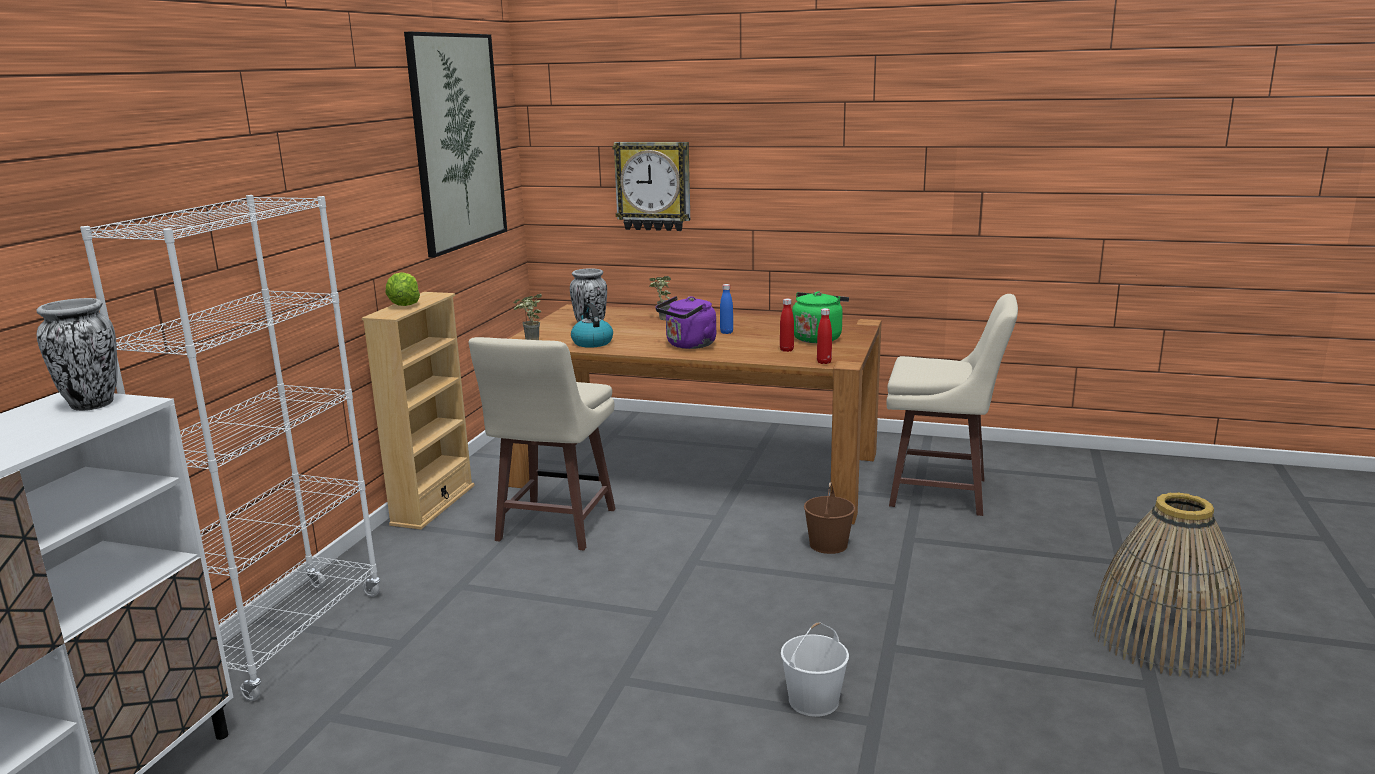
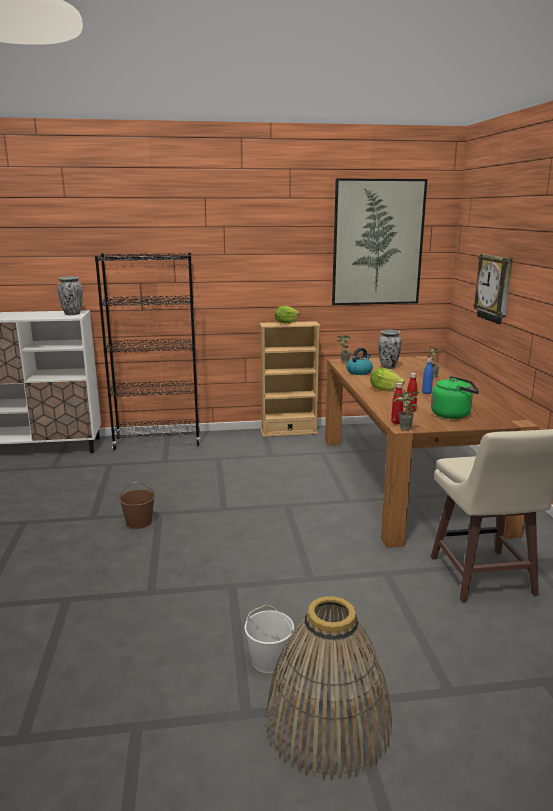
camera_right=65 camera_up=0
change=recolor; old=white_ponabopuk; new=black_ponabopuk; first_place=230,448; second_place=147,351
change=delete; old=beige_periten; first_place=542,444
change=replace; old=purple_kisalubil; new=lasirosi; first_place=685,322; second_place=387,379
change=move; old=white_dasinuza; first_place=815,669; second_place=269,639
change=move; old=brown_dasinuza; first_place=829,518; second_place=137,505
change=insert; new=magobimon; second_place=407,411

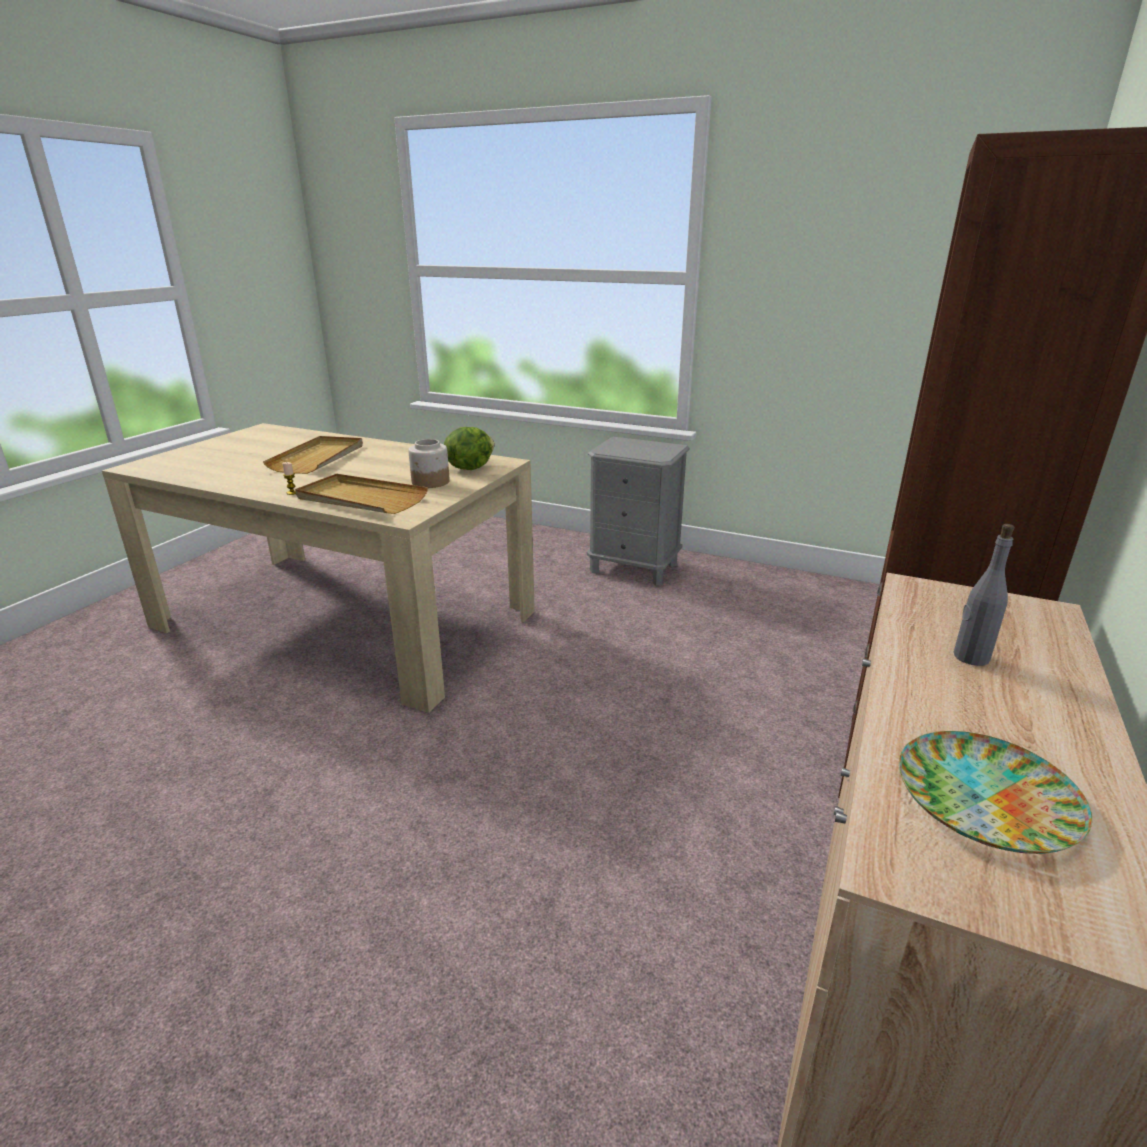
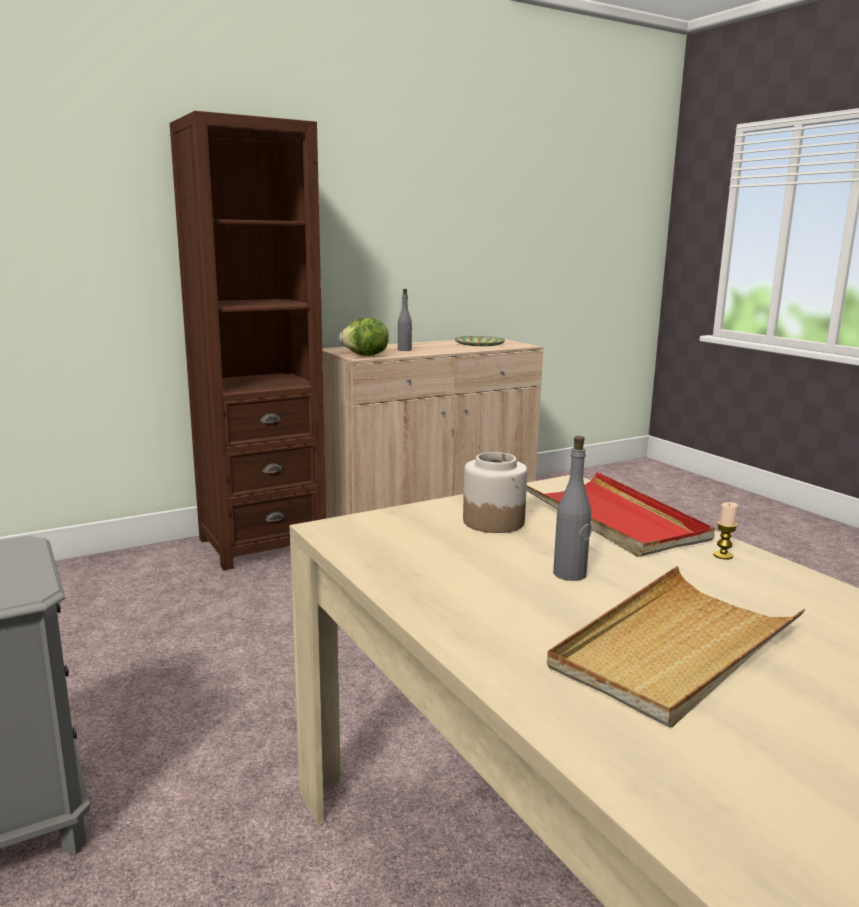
camera_right=-145 camera_up=-10
change=recolor; old=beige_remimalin; new=red_remimalin; first_place=361,494; second_place=621,514
change=move; old=lasirosi; first_place=469,448; second_place=364,336
change=insert; new=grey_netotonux; second_place=572,508

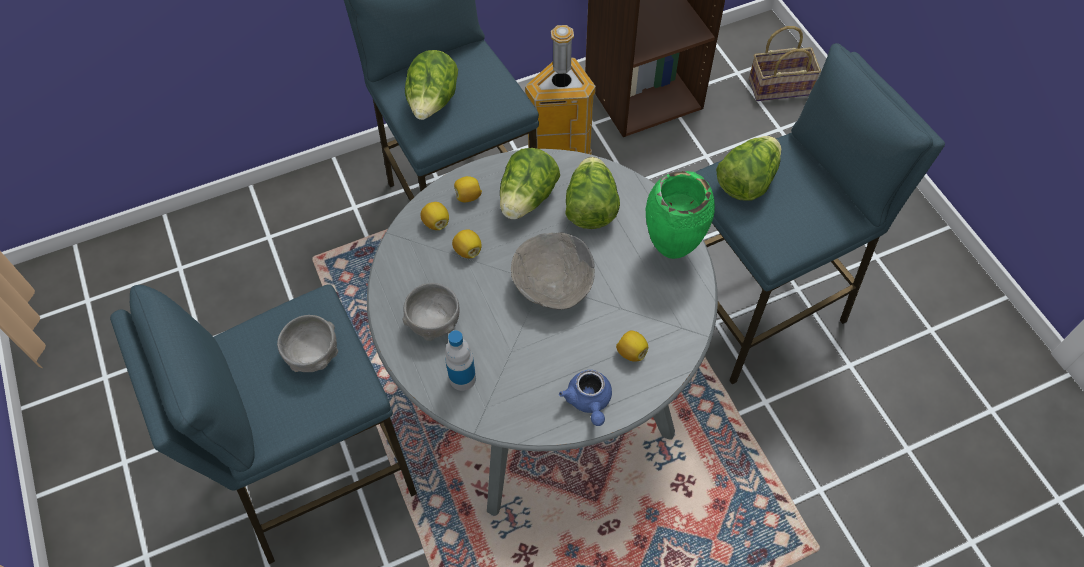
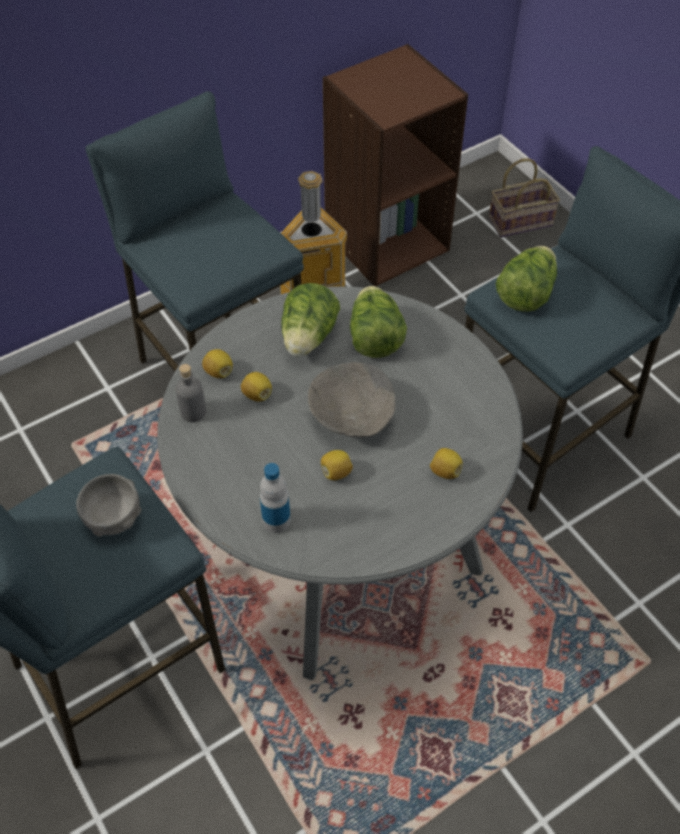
camera_right=-10 camera_up=-5
change=delete; old=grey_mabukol; first_place=431,312
change=delete; old=lasirosi; first_place=431,85
change=move; old=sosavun; first_place=468,189; second_place=337,465
change=delete; old=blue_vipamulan; first_place=585,398
change=delete; old=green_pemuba; first_place=680,215
change=insert; new=grey_netotonux; second_place=190,393

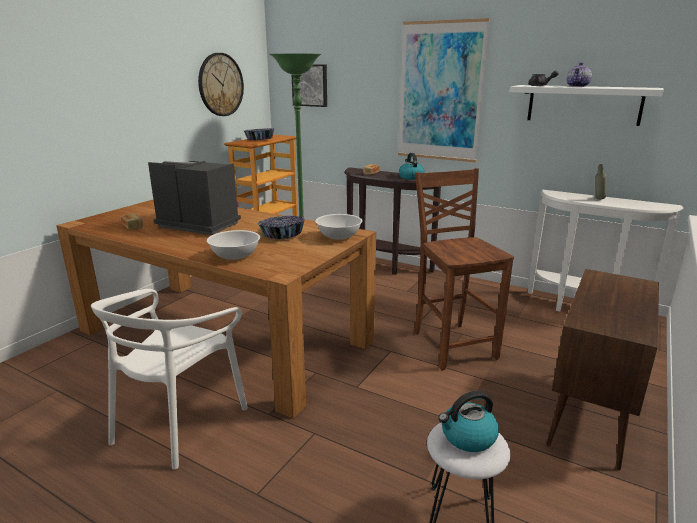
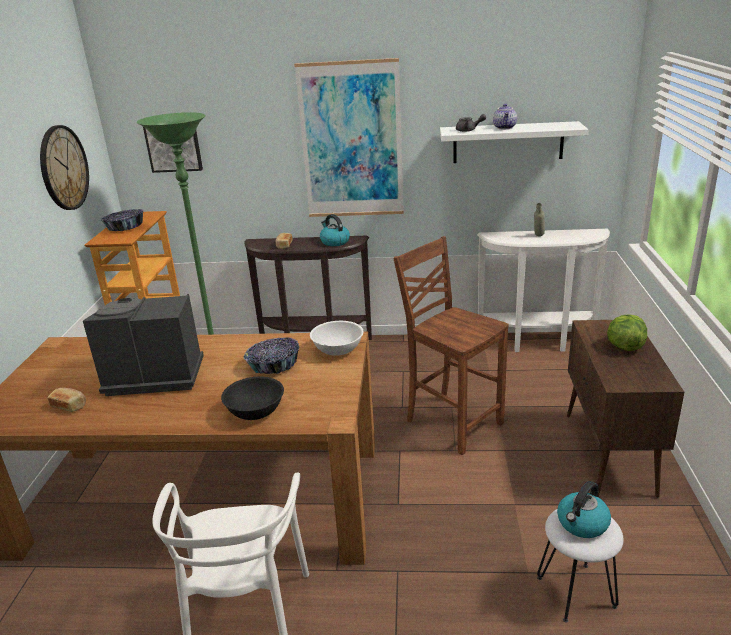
camera_right=-25 camera_up=5
change=recolor; old=white_mabukol; new=black_mabukol; first_place=233,245; second_place=252,398
change=insert; new=lasirosi; second_place=627,332

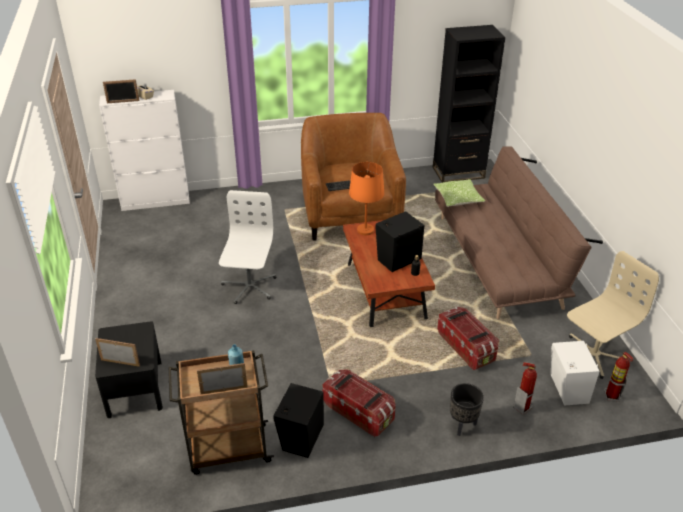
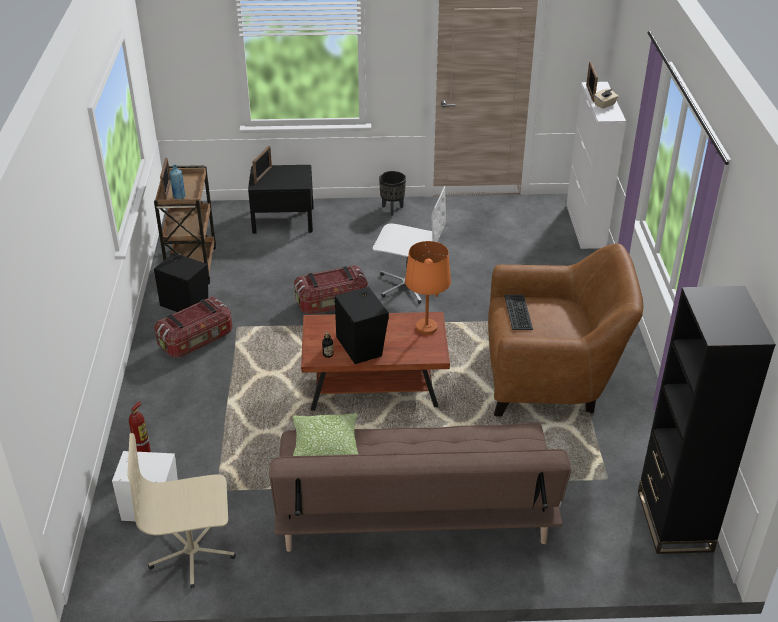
camera_right=100 camera_up=0
change=move; old=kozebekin; first_place=459,193; second_place=325,434
change=move; old=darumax; first_place=468,338; second_place=330,290
change=move; old=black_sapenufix; first_place=467,409; second_place=392,193
change=rotate; old=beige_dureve; first_place=613,315; second_place=181,510; degrees=105
change=delete; old=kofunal; first_place=619,376

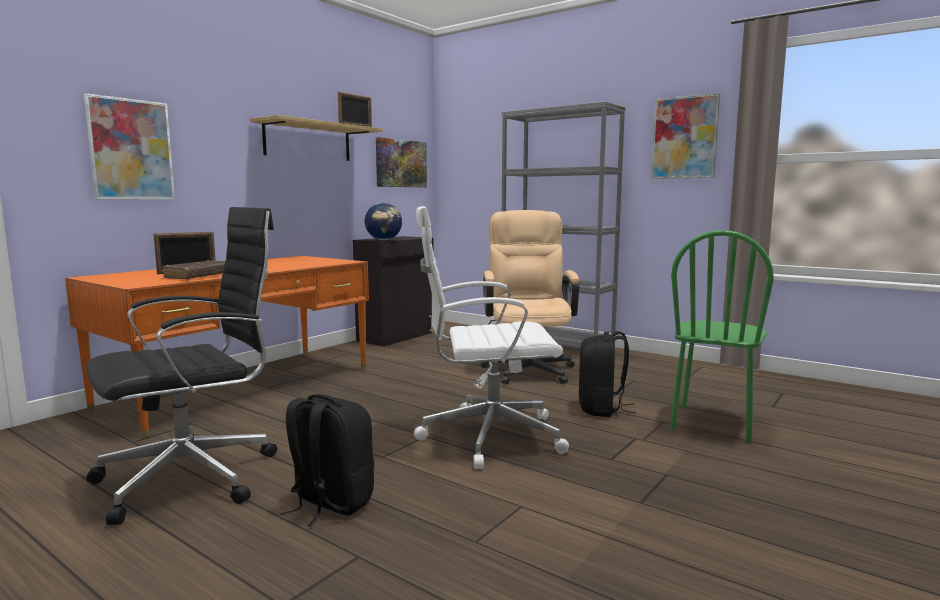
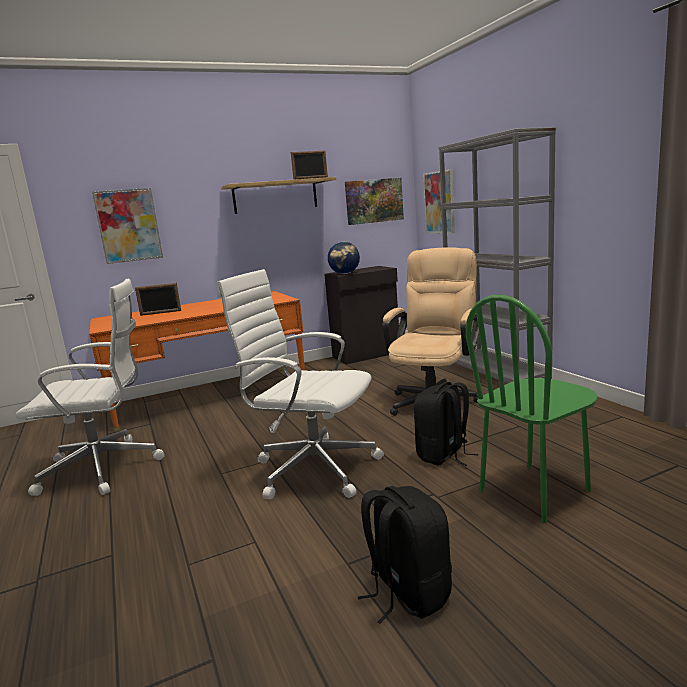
camera_right=30 camera_up=5
change=recolor; old=black_dureve; new=white_dureve; first_place=181,366; second_place=90,387
change=delete; old=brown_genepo; first_place=193,269
change=move; old=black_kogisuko; first_place=327,460; second_place=405,555
change=move; old=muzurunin; first_place=685,136; second_place=439,201

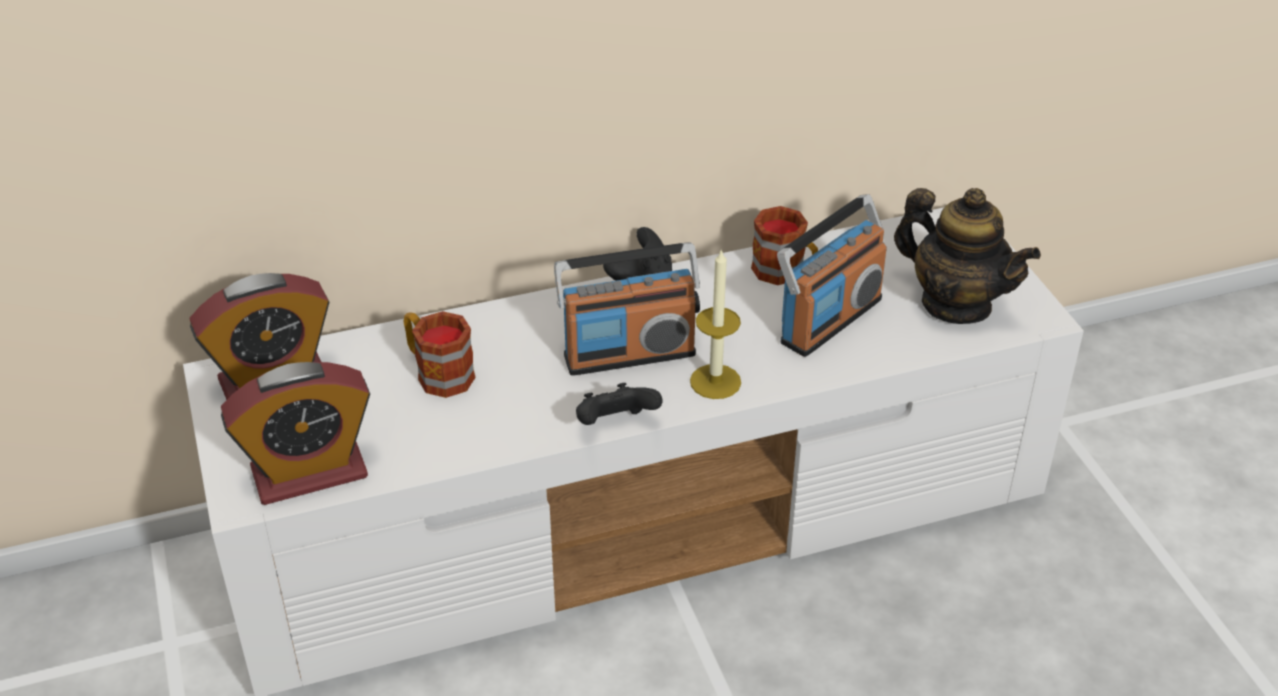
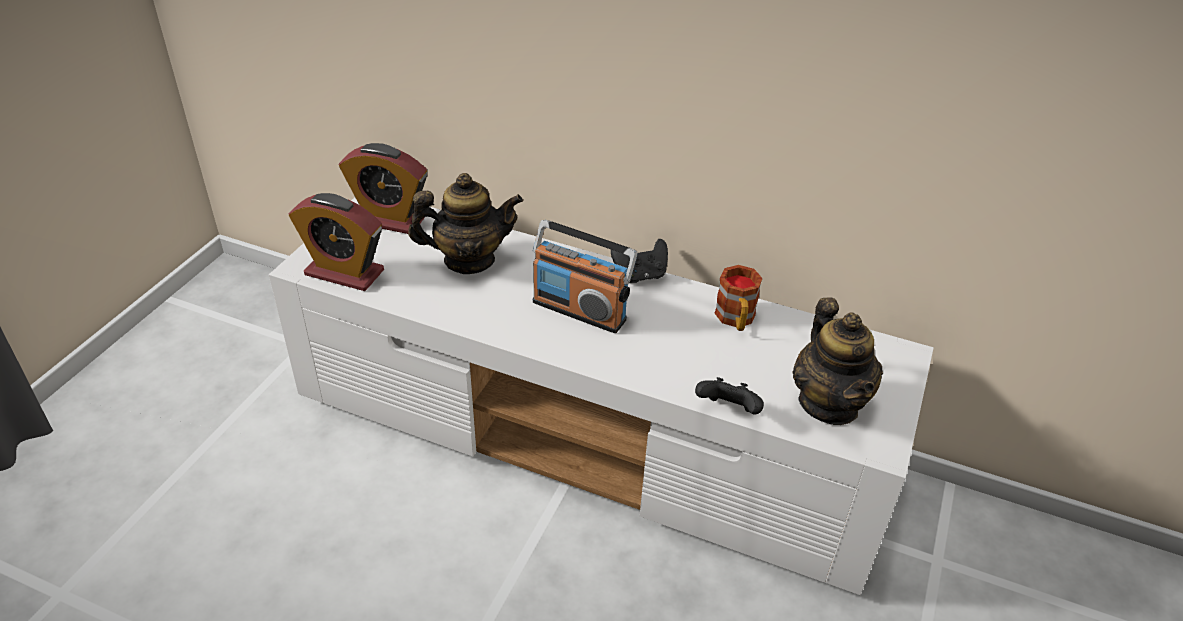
camera_right=40 camera_up=0
change=replace; old=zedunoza; new=vipamulan; first_place=440,354; second_place=465,223
change=move; old=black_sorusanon; first_place=619,404; second_place=729,396
change=delete; old=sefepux; first_place=715,323
change=delete; old=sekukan; first_place=832,275

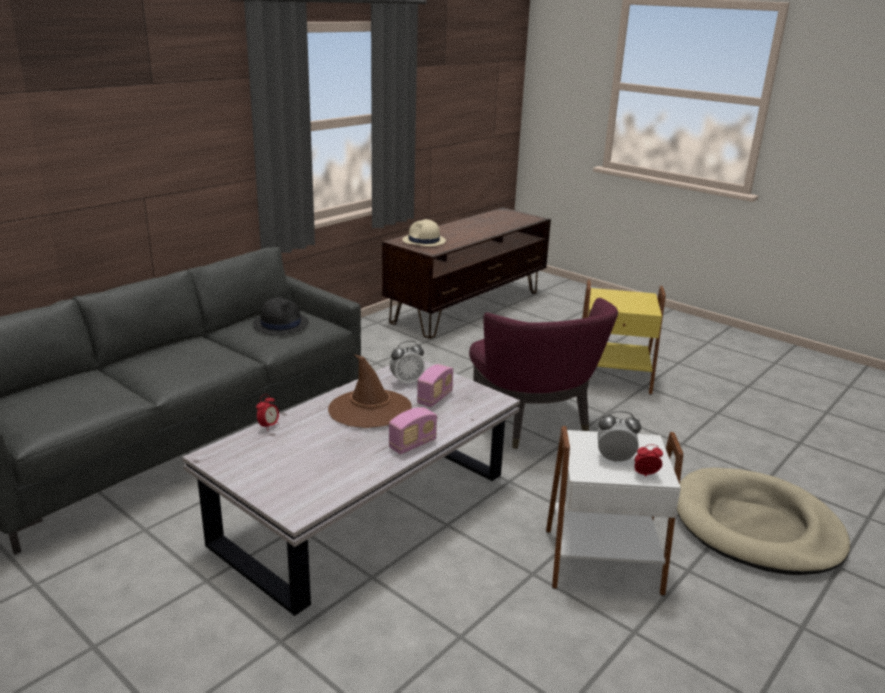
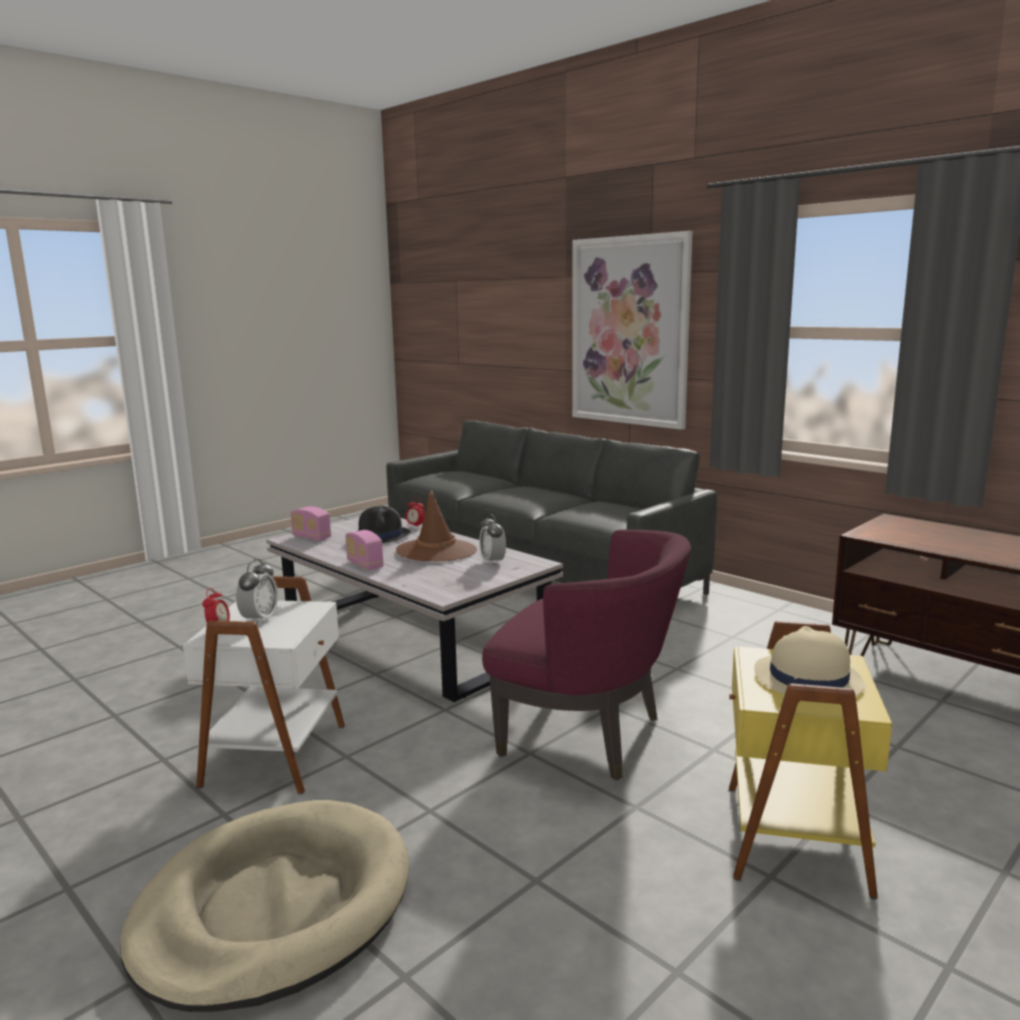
camera_right=95 camera_up=-10
change=move; old=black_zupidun; first_place=281,316; second_place=384,524
change=move; old=beige_zupidun; first_place=424,233; second_place=810,661
change=move; old=sekukan; first_place=435,385; second_place=311,523
change=rotate; old=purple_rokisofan; first_place=543,373; second_place=586,655; degrees=-135
change=insert; new=muzurunin; second_place=632,330

